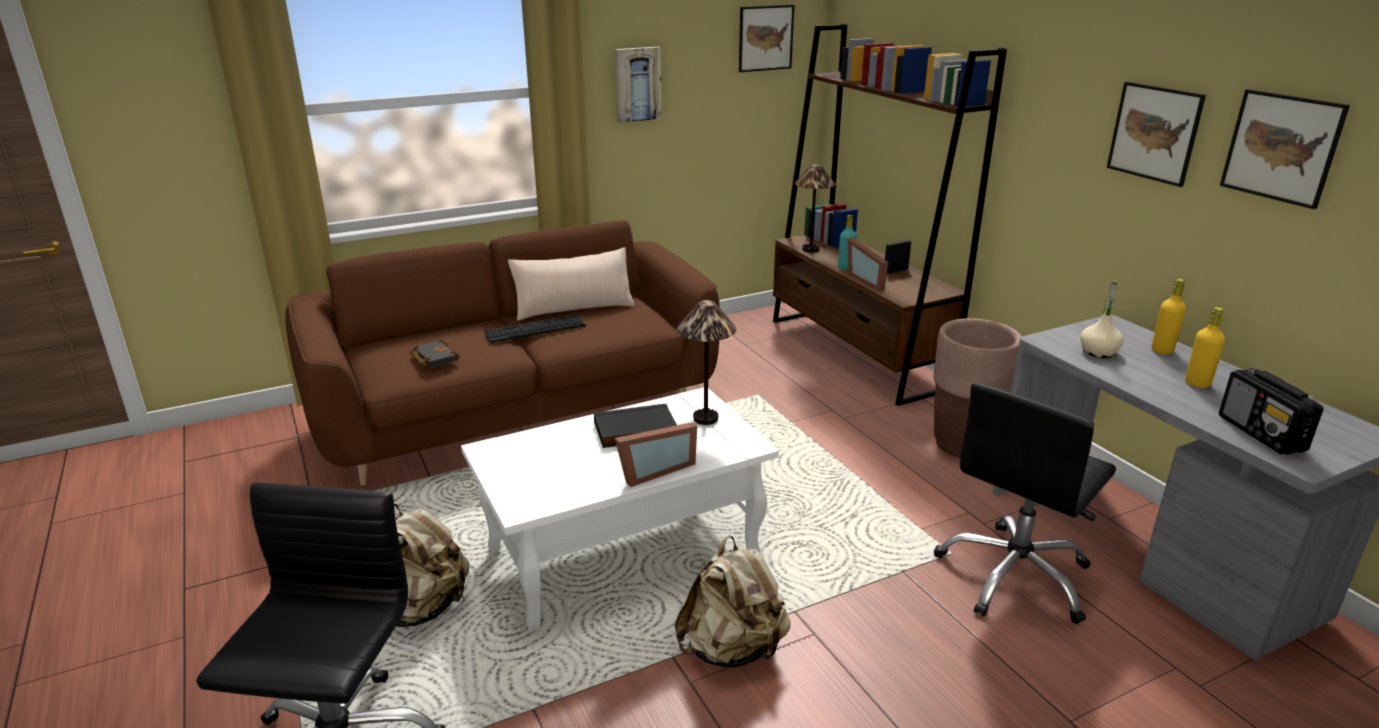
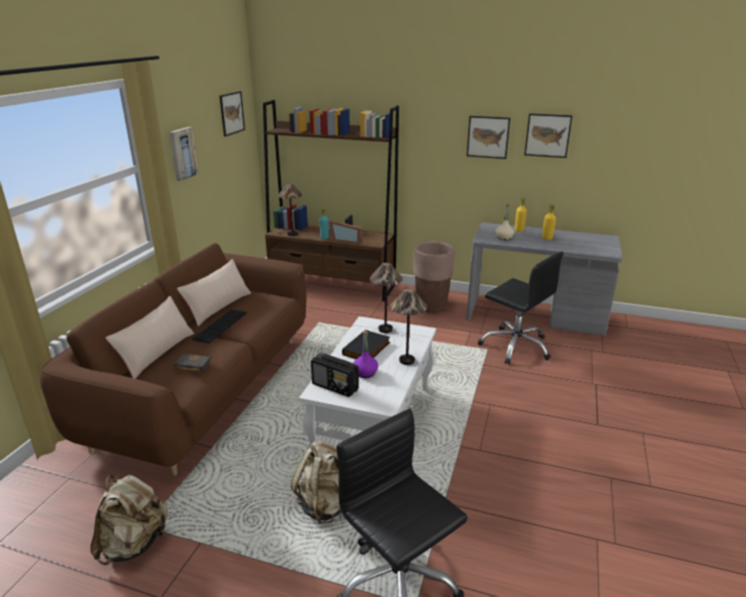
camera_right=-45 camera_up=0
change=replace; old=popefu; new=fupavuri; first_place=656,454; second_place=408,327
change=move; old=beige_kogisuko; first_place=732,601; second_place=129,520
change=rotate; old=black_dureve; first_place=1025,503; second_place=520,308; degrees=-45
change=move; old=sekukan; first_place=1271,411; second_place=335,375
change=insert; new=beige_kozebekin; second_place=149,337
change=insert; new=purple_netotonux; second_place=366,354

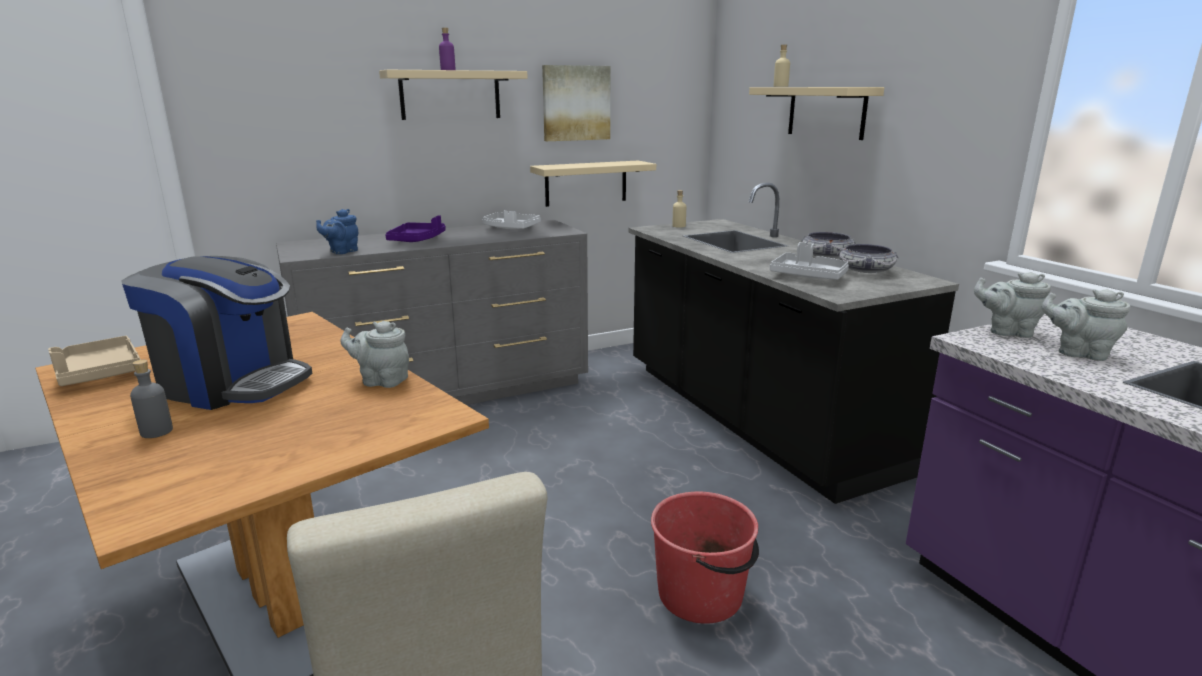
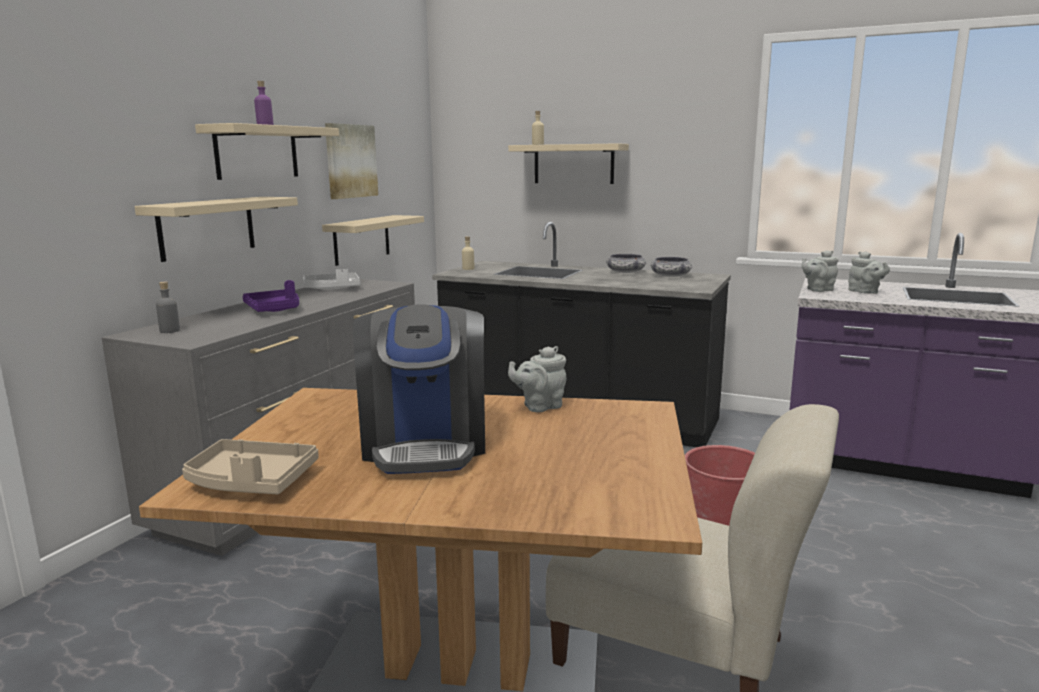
camera_right=-40 camera_up=-5
change=rotate; old=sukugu; first_place=217,333; second_place=419,389; degrees=105
change=move; old=grey_netotonux; first_place=151,399; second_place=168,307
change=delete; old=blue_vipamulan; first_place=337,231
change=delete; old=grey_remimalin; first_place=809,261
change=rotate; old=grey_vipamulan; first_place=1086,325; second_place=869,272; degrees=-105
change=insert; new=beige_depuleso; second_place=216,229

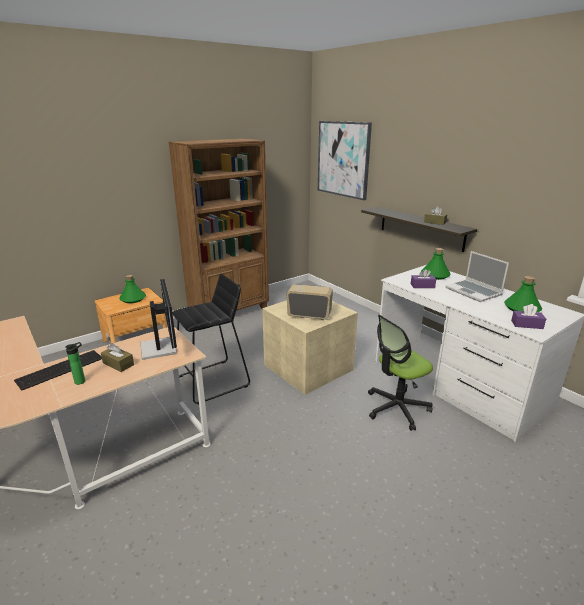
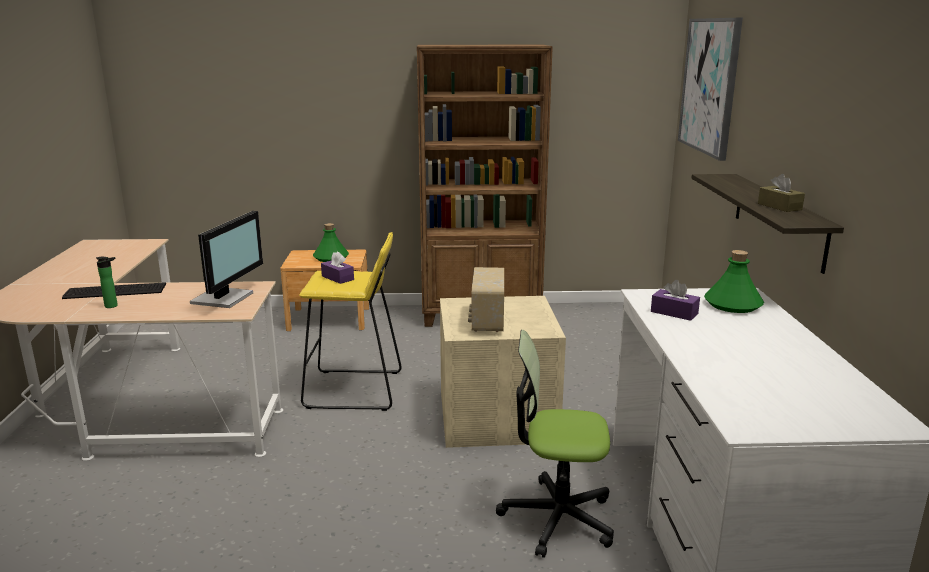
camera_right=35 camera_up=-5
change=delete; old=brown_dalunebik; first_place=117,357
change=recolor; old=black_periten; new=yellow_periten; first_place=211,338; second_place=350,321
change=rotate; old=sekukan; first_place=310,302; second_place=486,299; degrees=-135
change=delete; old=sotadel; first_place=477,276
change=delete; old=green_netotonux; first_place=523,294
change=move; old=purple_dalunebik; first_place=528,316; second_place=337,267

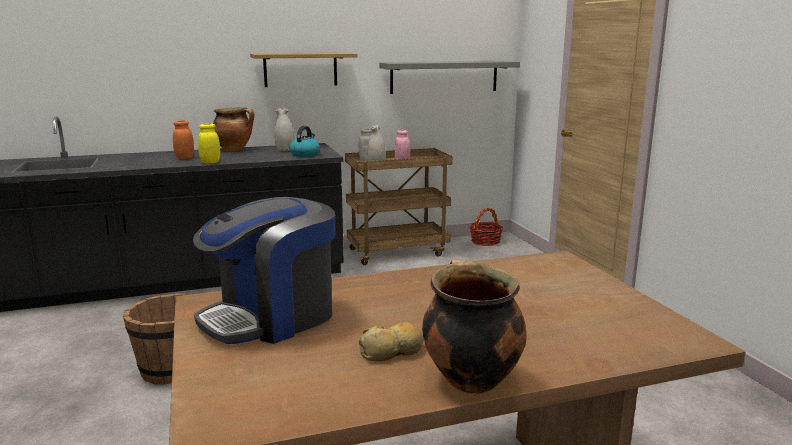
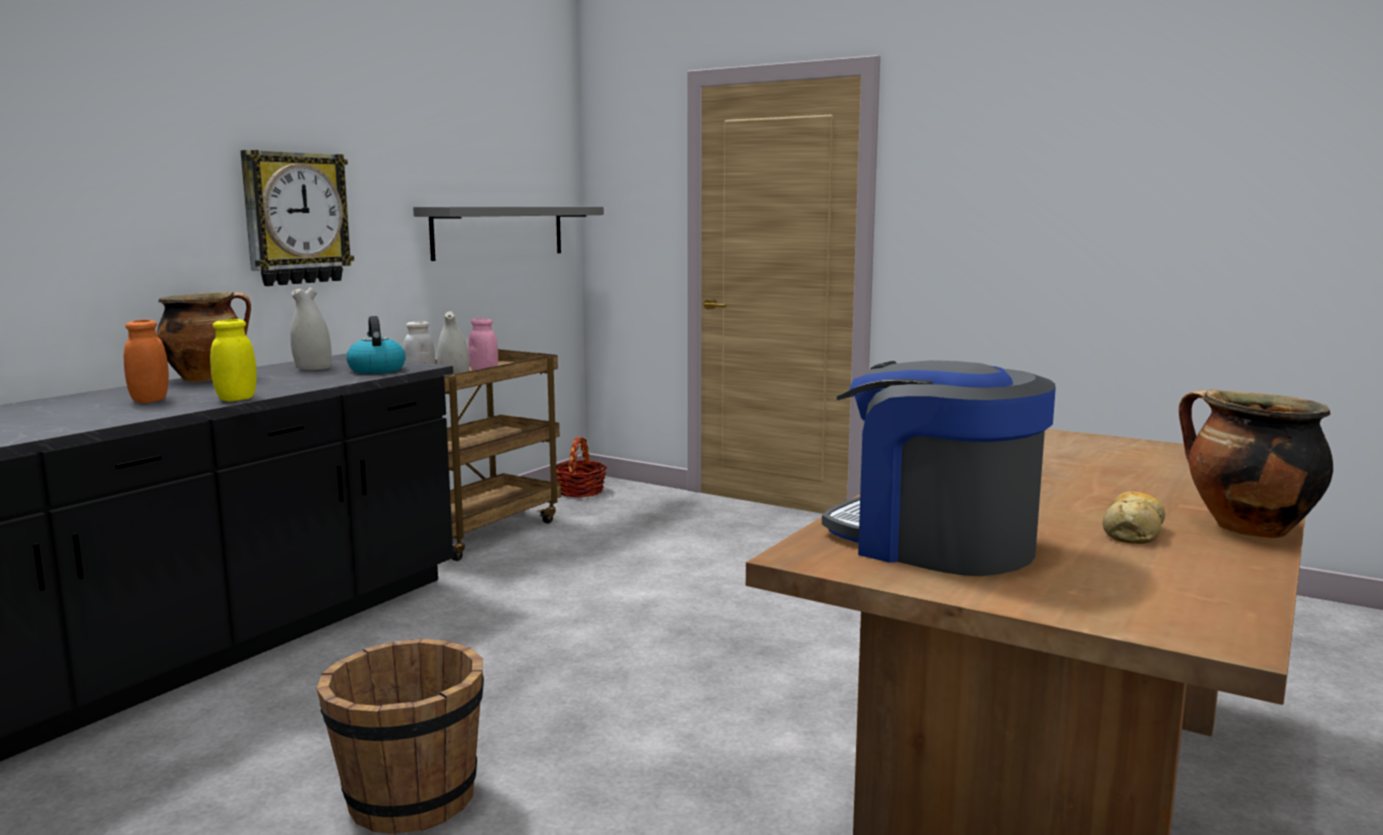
camera_right=-40 camera_up=-5
change=rotate; old=sukugu; first_place=264,270; second_place=939,468; degrees=120
change=replace; old=depuleso; new=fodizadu; first_place=303,70; second_place=297,218

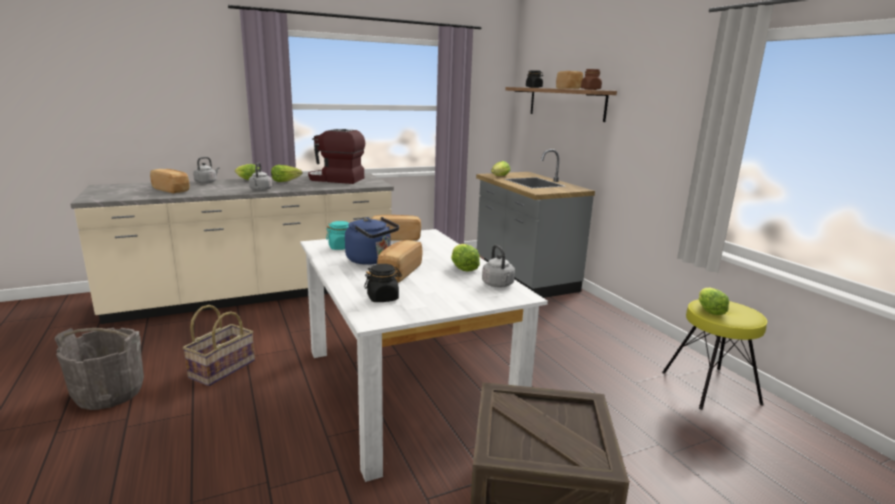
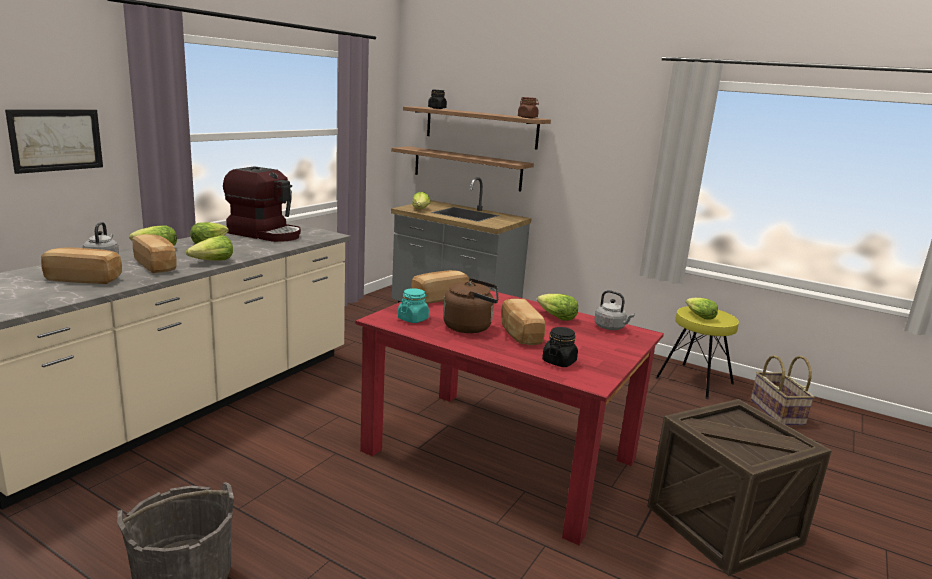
camera_right=-35 camera_up=0
change=move; old=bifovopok; first_place=219,345; second_place=782,390
change=replace; old=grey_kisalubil; new=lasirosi; first_place=260,177; second_place=209,248
change=recolor; old=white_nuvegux; new=red_nuvegux; first_place=424,355; second_place=509,418
change=rotate; old=sukugu; first_place=336,156; second_place=262,204; degrees=-135
change=recolor; old=blue_kisalubil; new=brown_kisalubil; first_place=372,241; second_place=471,305
change=move; old=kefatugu; first_place=569,80; second_place=154,253
change=insert; new=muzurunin; second_place=54,142
change=insert; new=depuleso; second_place=462,168

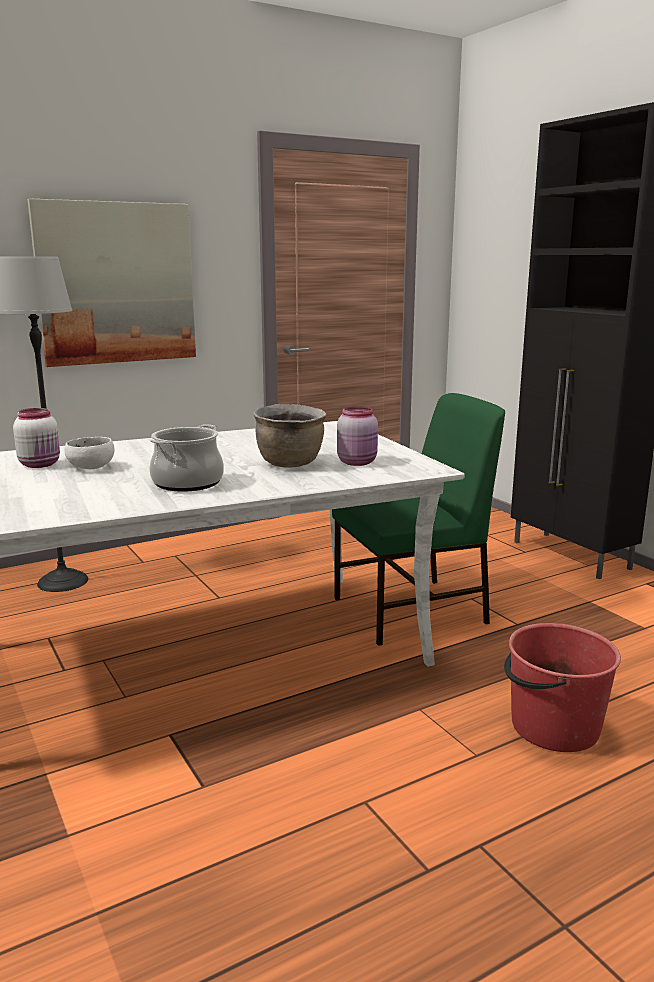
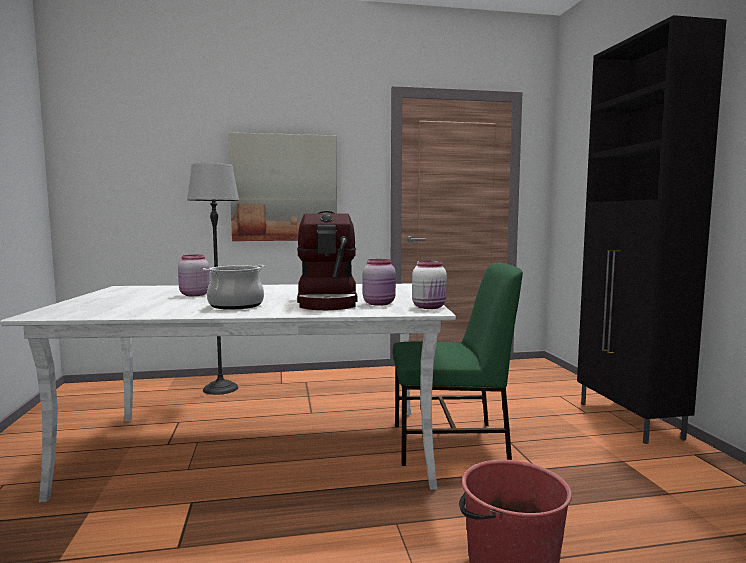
camera_right=20 camera_up=-10
change=move; old=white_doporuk; first_place=36,438; second_place=429,285
change=replace; old=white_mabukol; new=pink_doporuk; first_place=89,453; second_place=194,275
change=replace; old=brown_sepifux; new=sukugu; first_place=289,436; second_place=327,260

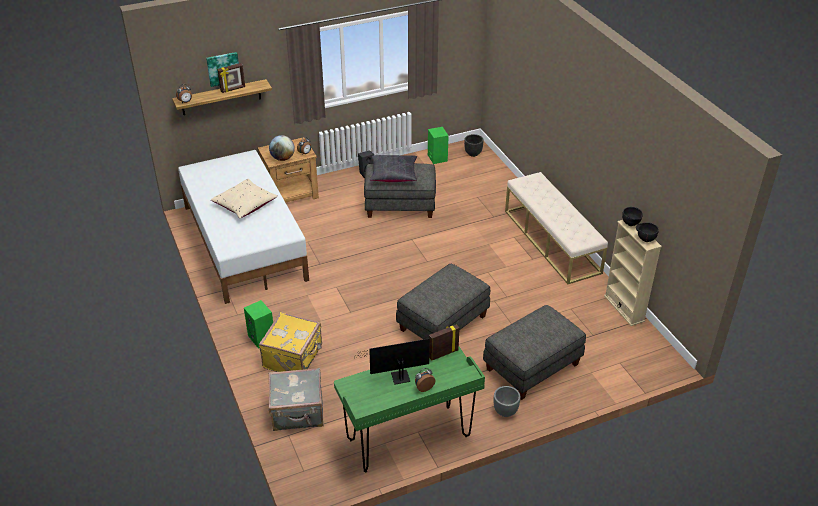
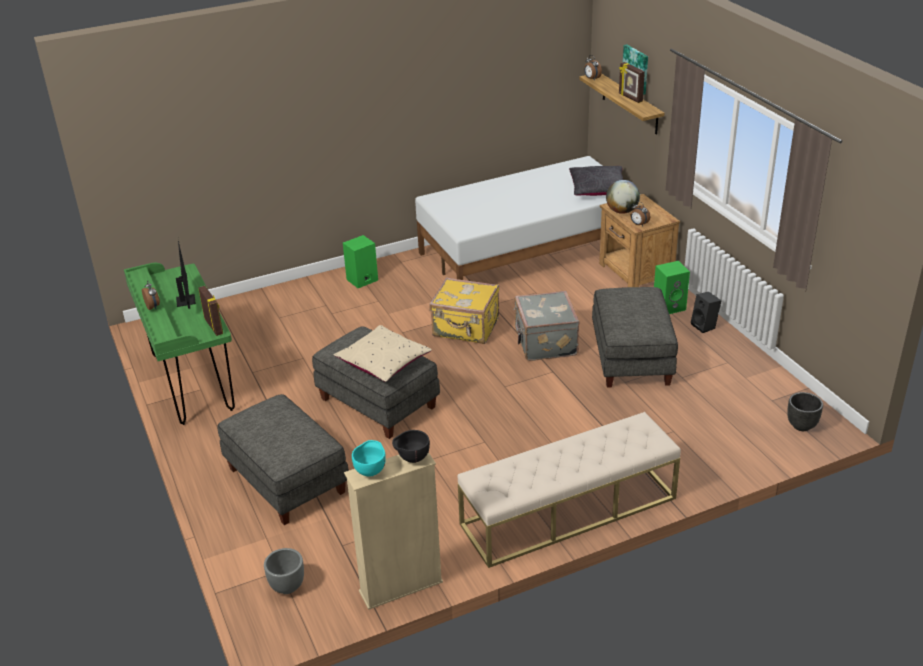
camera_right=90 camera_up=-5
change=move; old=beige_kozebekin; first_place=244,198; second_place=383,353
change=move; old=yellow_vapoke; first_place=290,342; second_place=464,310
change=move; old=grey_vapoke; first_place=296,399; second_place=546,326
change=move; old=black_kozebekin; first_place=393,168; second_place=596,181
change=move; old=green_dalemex; first_place=438,145; second_place=672,287
change=move; old=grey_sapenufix; first_place=507,401; second_place=284,571
change=recolor; old=black_mabukol; new=turquoise_mabukol; first_place=647,232; second_place=369,458

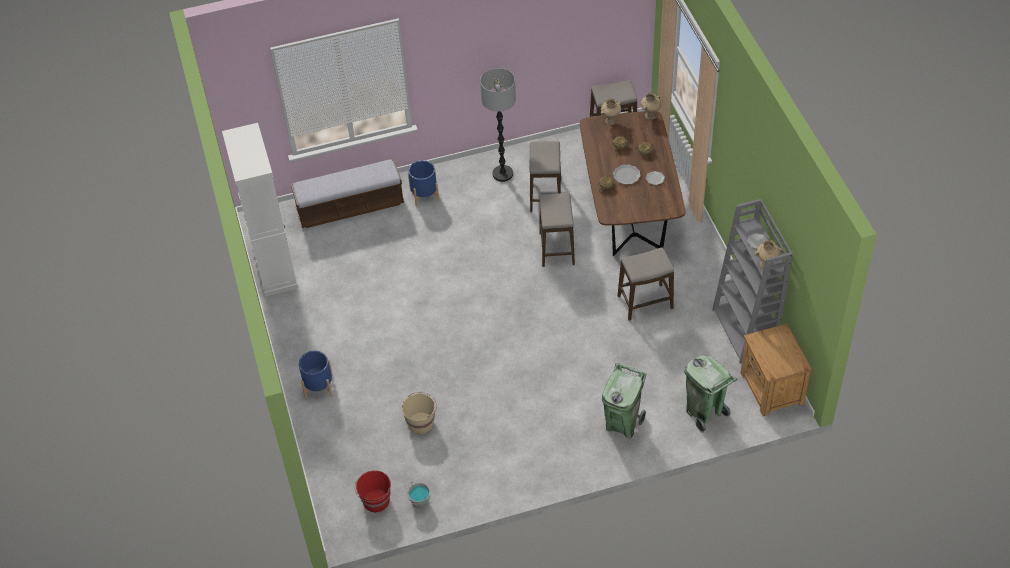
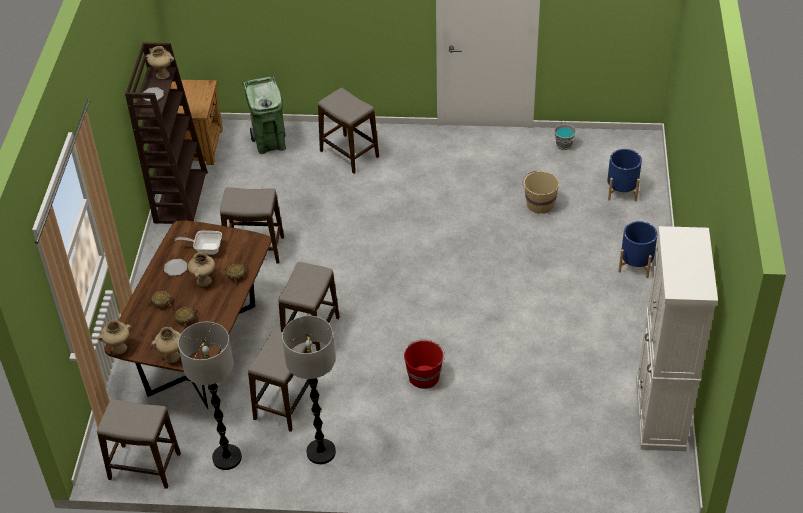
camera_right=-160 camera_up=-5
change=delete; old=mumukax; first_place=347,193
change=move; old=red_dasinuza; first_place=373,491; second_place=424,364
change=move; old=blue_sapenufix; first_place=423,183; second_place=624,175
change=replace; old=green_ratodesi; new=periten; first_place=624,401; second_place=348,130
change=replace; old=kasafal; new=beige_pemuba; first_place=627,174; second_place=201,269
change=recolor; old=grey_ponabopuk; new=brown_ponabopuk; first_place=752,281; second_place=166,133
change=insert; new=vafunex; second_place=198,243
change=insert; new=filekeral; second_place=210,396

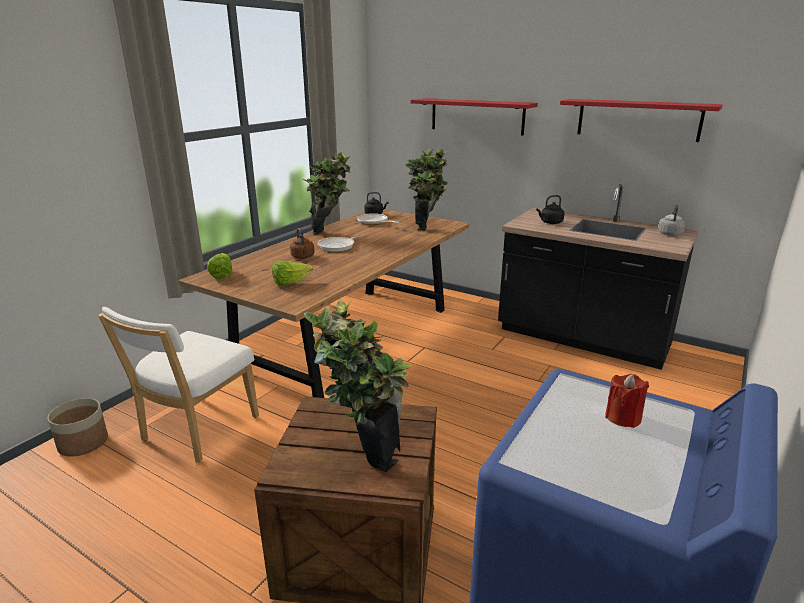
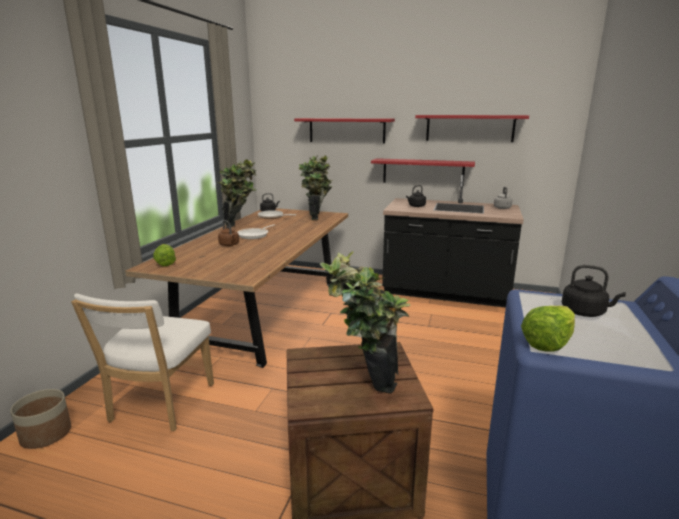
camera_right=-15 camera_up=-5
change=move; old=lasirosi; first_place=292,273; second_place=548,329
change=replace; old=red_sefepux; new=black_kisalubil; first_place=627,401; second_place=594,291
change=insert; new=red_depuleso; second_place=423,171

